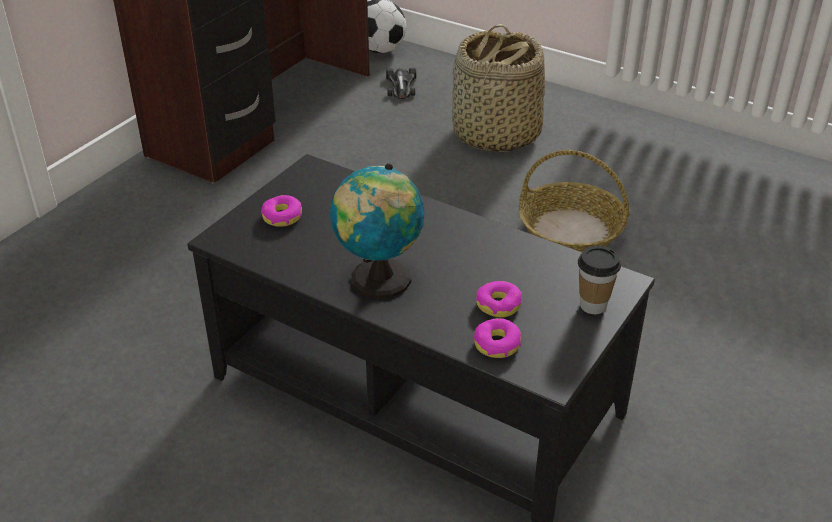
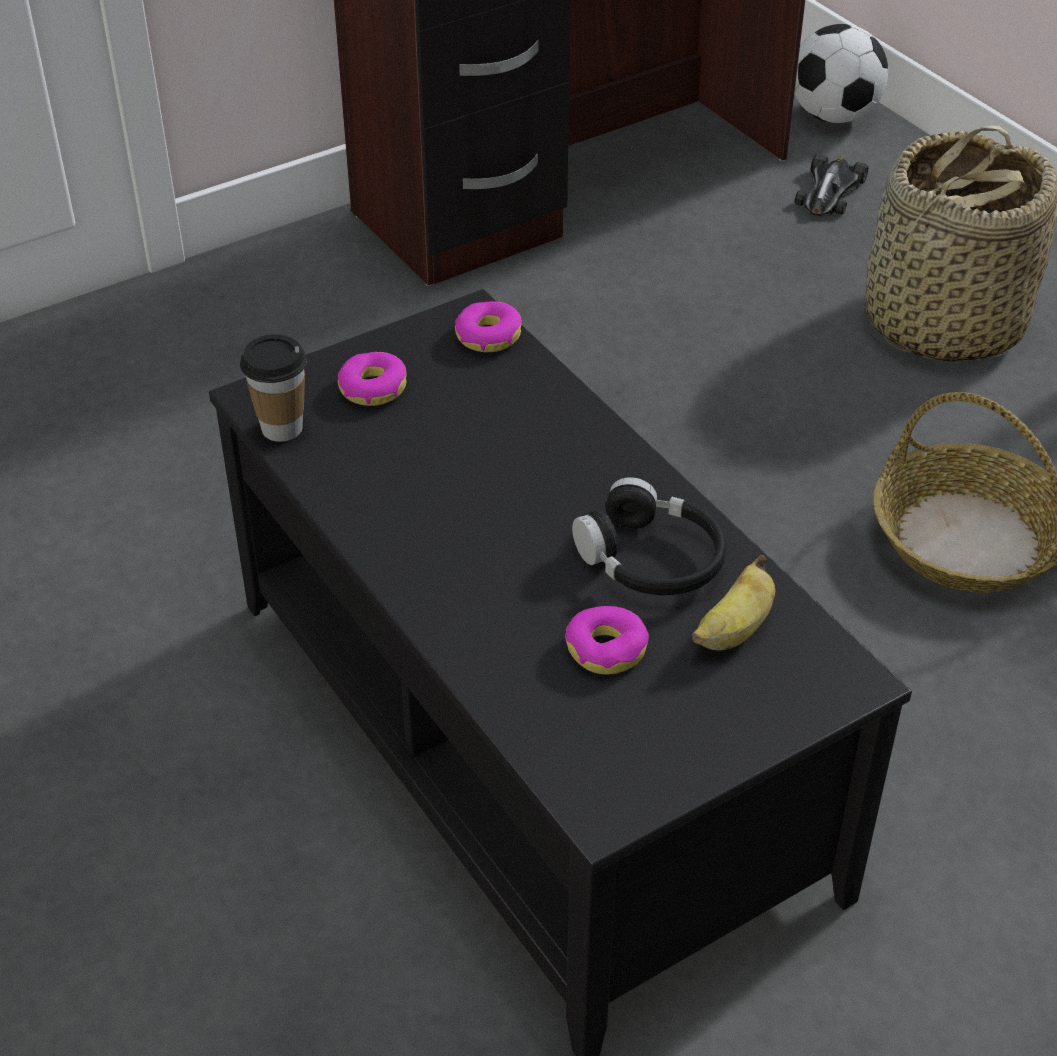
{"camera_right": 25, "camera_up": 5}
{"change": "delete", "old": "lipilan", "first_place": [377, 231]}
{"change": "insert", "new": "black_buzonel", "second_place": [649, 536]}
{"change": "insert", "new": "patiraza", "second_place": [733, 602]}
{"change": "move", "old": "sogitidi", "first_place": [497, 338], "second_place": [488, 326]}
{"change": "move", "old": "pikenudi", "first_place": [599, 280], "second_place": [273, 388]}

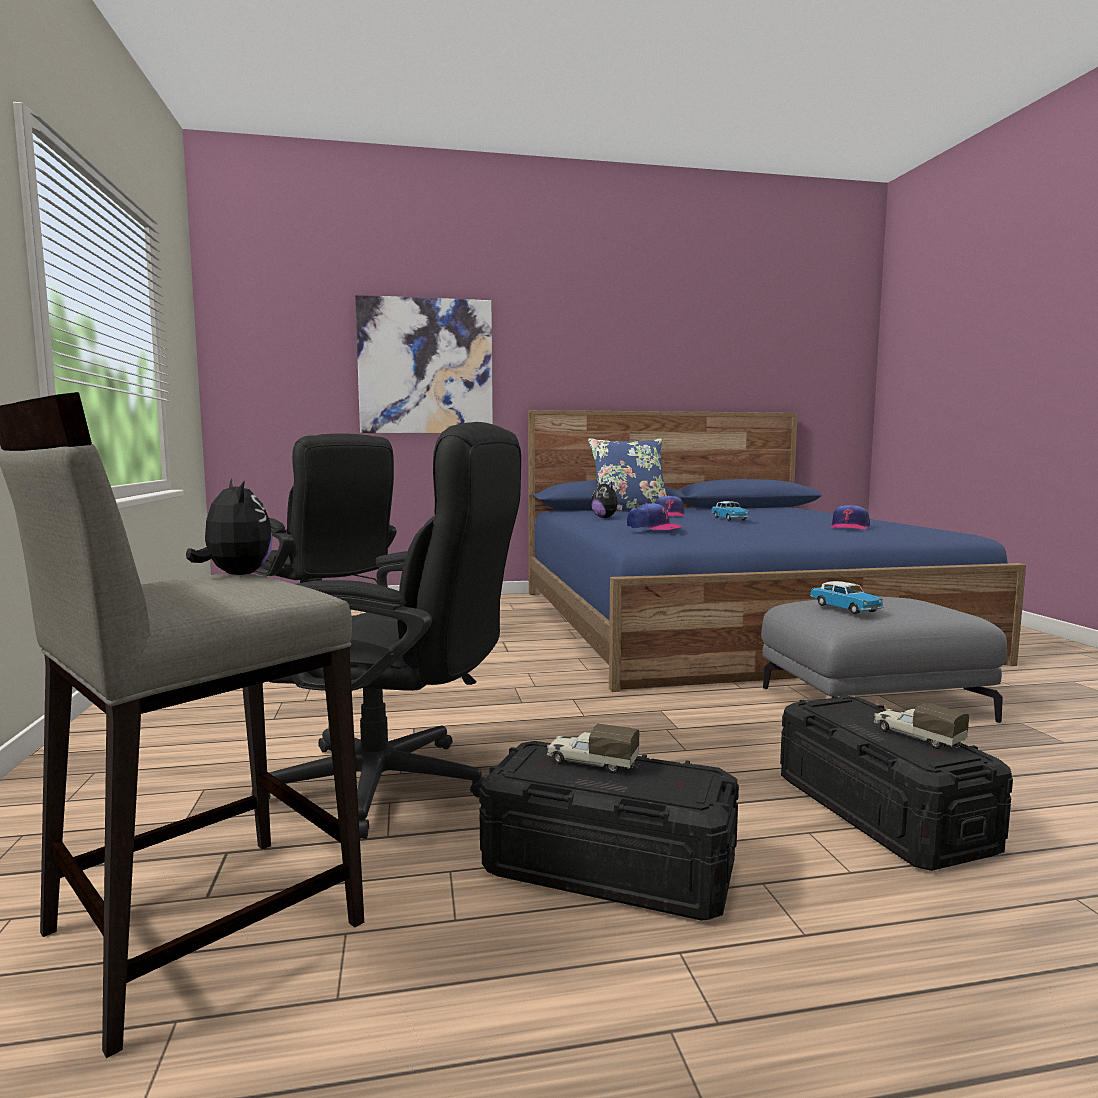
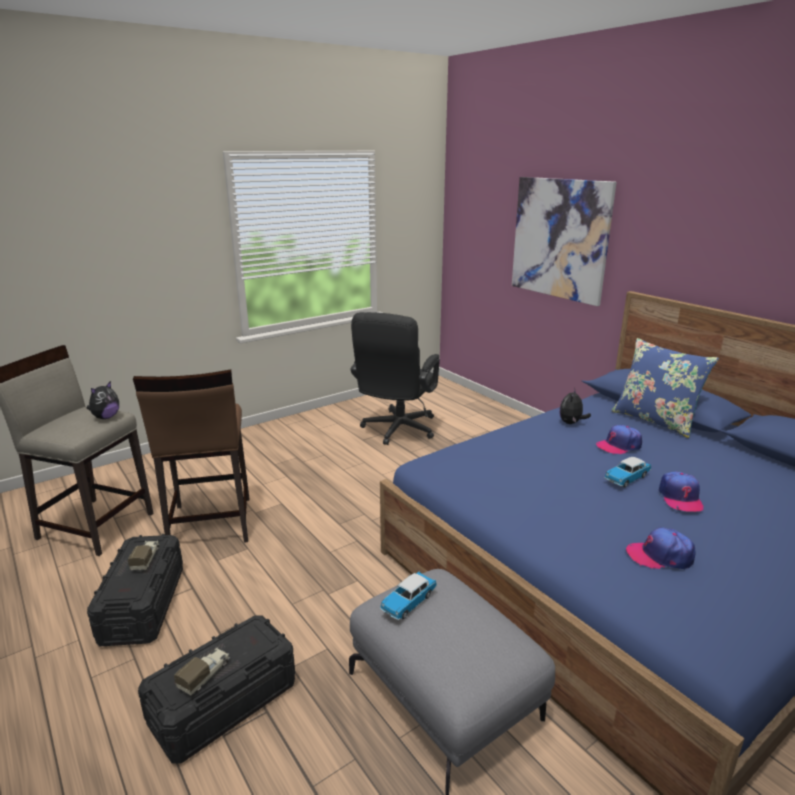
{"camera_right": 65, "camera_up": 15}
{"change": "move", "old": "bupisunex", "first_place": [655, 516], "second_place": [681, 492]}
{"change": "replace", "old": "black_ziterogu", "new": "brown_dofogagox", "first_place": [386, 630], "second_place": [191, 456]}

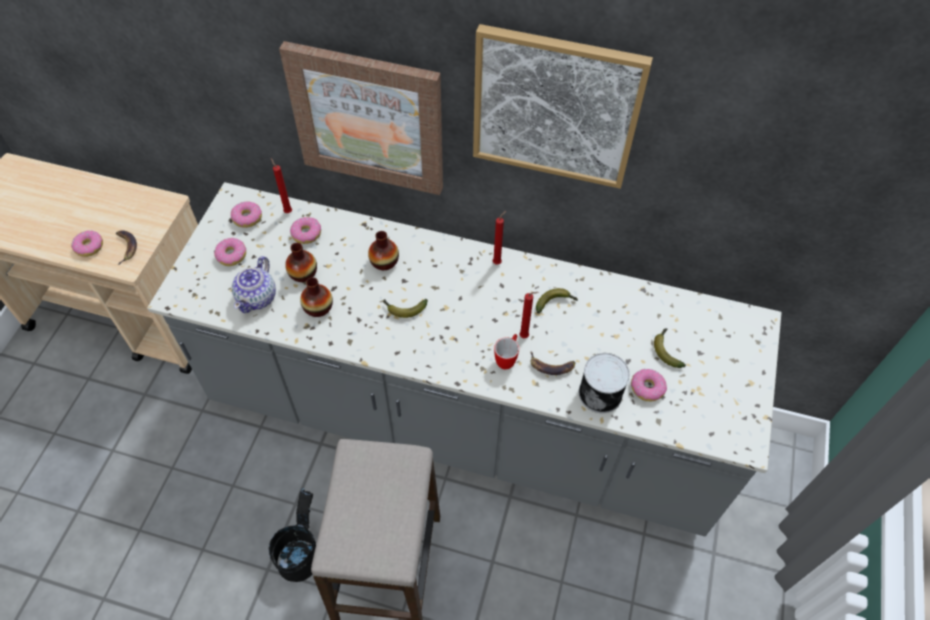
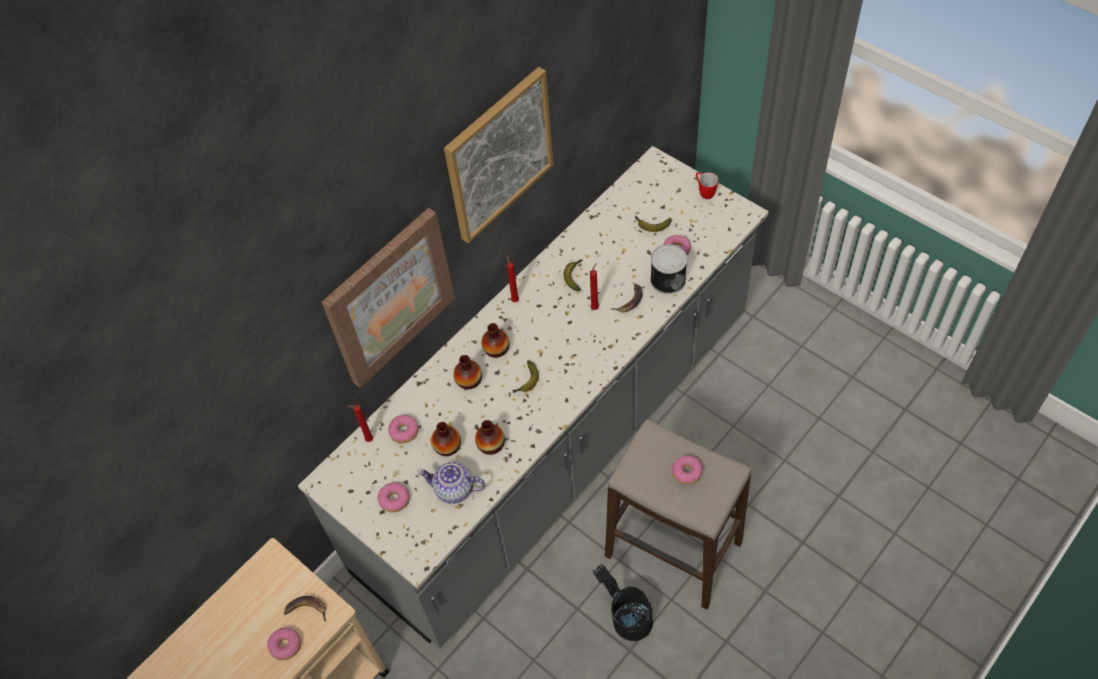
{"camera_right": -60, "camera_up": 0}
{"change": "insert", "new": "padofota", "second_place": [495, 340]}
{"change": "move", "old": "sogitidi", "first_place": [246, 215], "second_place": [687, 469]}
{"change": "move", "old": "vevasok", "first_place": [506, 351], "second_place": [707, 185]}
{"change": "rotate", "old": "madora", "first_place": [254, 284], "second_place": [451, 483], "degrees": 150}

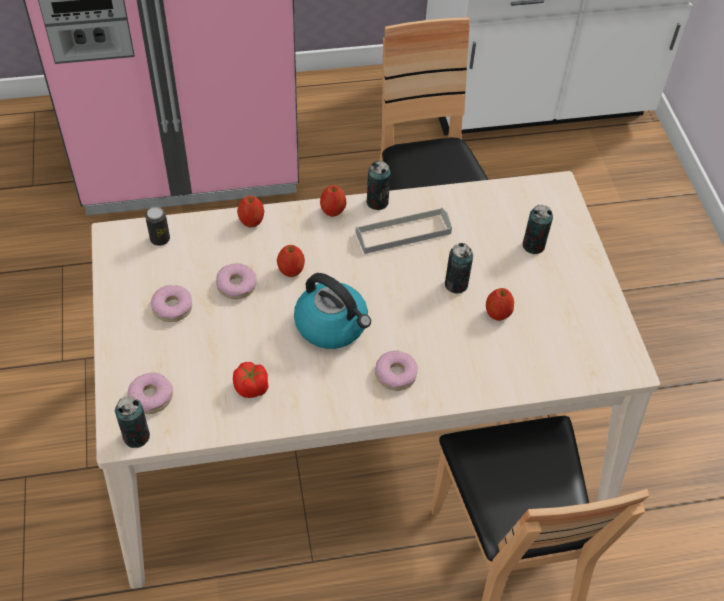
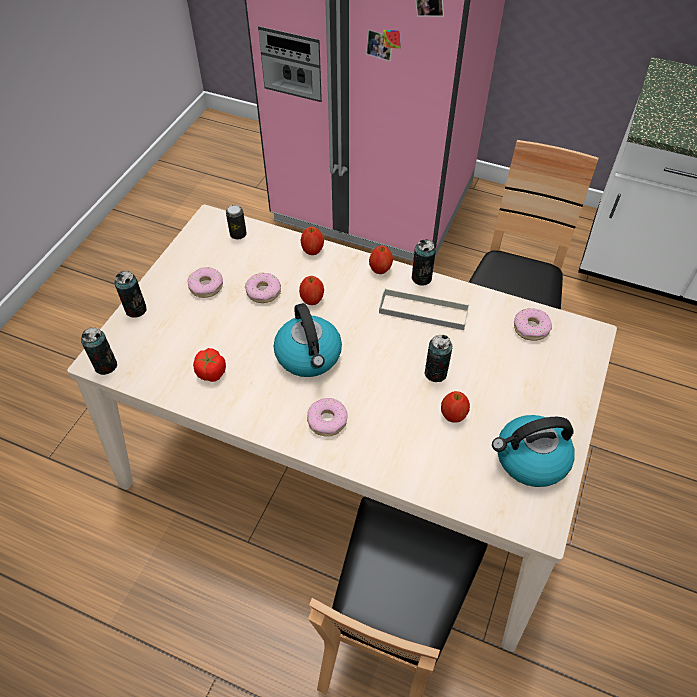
{"camera_right": 35, "camera_up": 0}
{"change": "insert", "new": "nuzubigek", "second_place": [533, 451]}
{"change": "move", "old": "sogitidi", "first_place": [150, 393], "second_place": [533, 324]}
{"change": "move", "old": "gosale", "first_place": [538, 229], "second_place": [130, 294]}

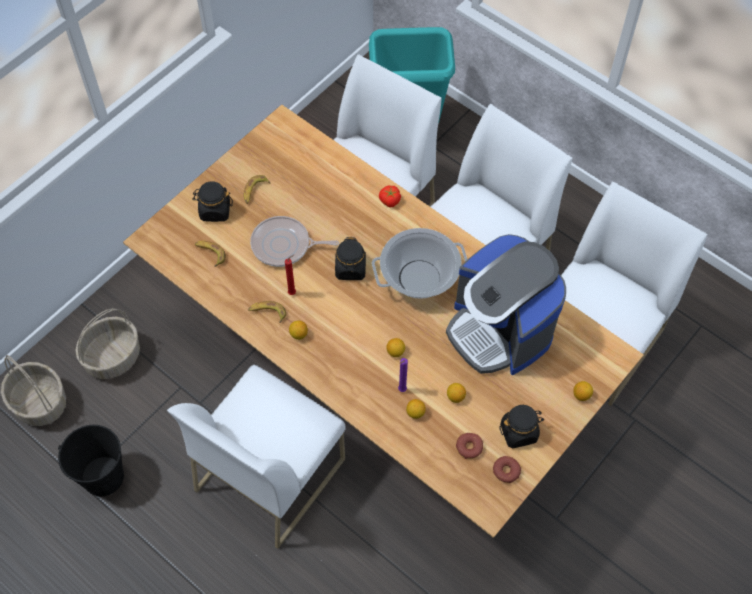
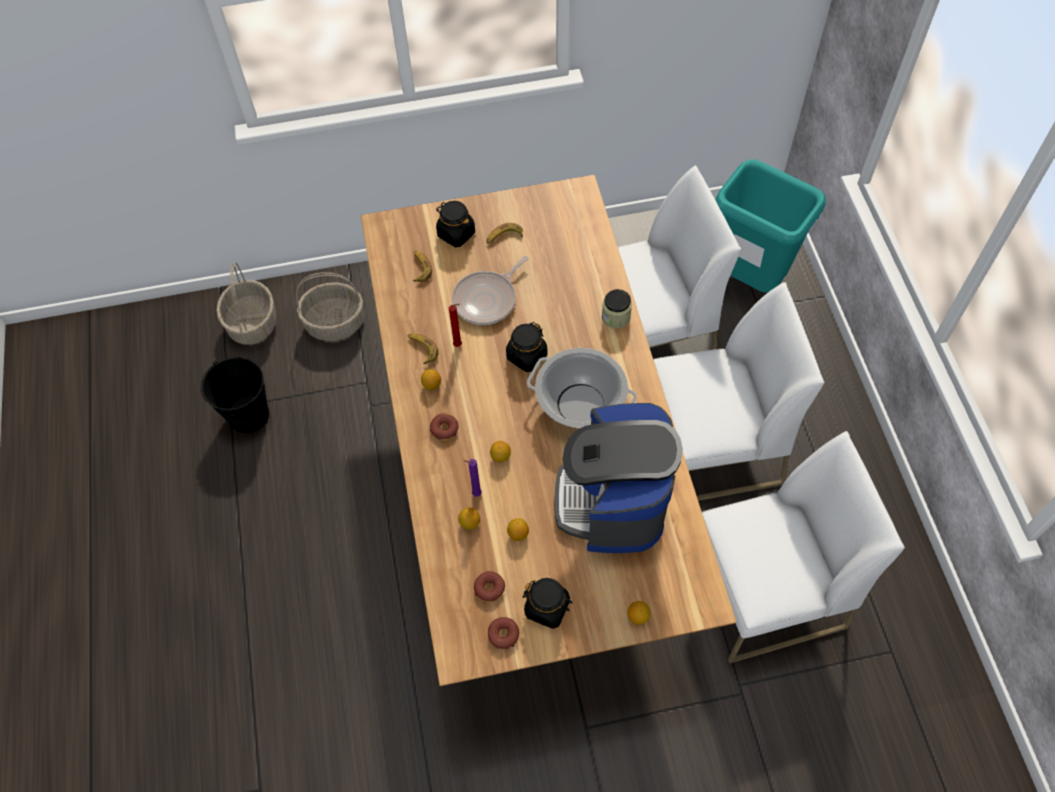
{"camera_right": 40, "camera_up": 0}
{"change": "delete", "old": "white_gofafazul", "first_place": [256, 457]}
{"change": "insert", "new": "sogitidi", "second_place": [444, 426]}
{"change": "replace", "old": "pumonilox", "new": "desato", "first_place": [390, 196], "second_place": [617, 309]}
{"change": "rotate", "old": "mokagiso", "first_place": [294, 241], "second_place": [490, 290], "degrees": -90}

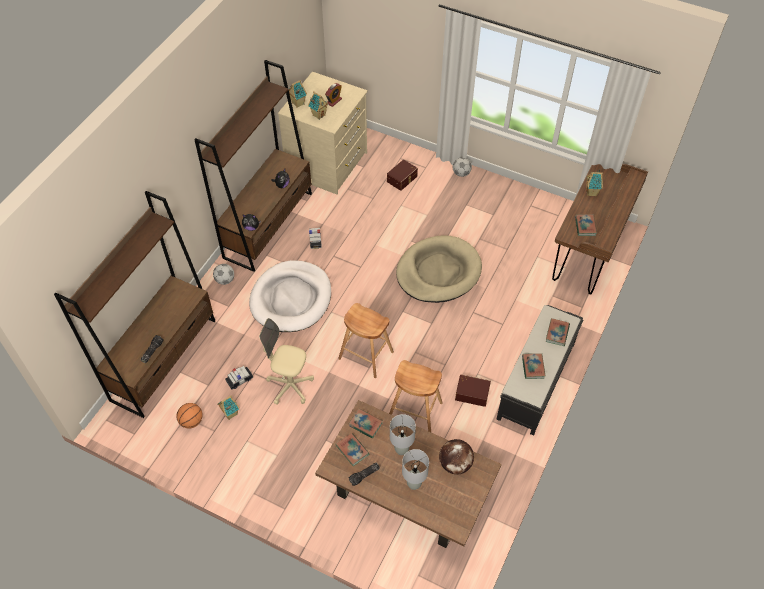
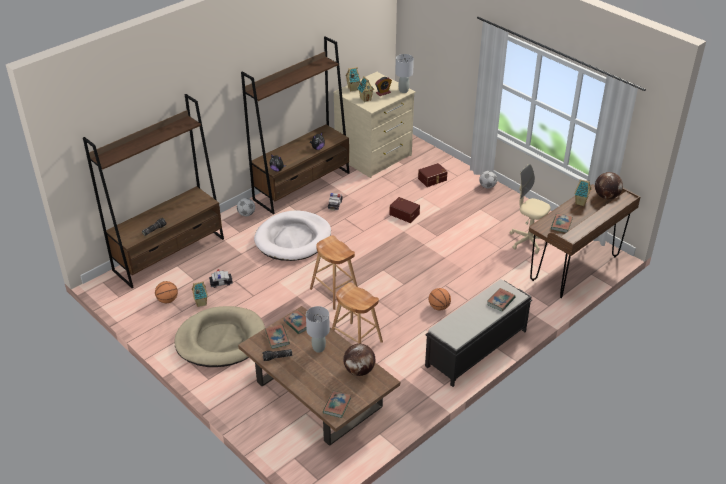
{"camera_right": 20, "camera_up": -15}
{"change": "insert", "new": "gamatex", "second_place": [440, 299]}
{"change": "insert", "new": "lipilan", "second_place": [609, 185]}
{"change": "move", "old": "beige_ziterogu", "first_place": [286, 361], "second_place": [530, 209]}
{"change": "move", "old": "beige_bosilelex", "first_place": [439, 269], "second_place": [219, 336]}
{"change": "move", "old": "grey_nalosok", "first_place": [415, 469], "second_place": [404, 73]}
{"change": "move", "old": "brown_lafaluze", "first_place": [473, 391], "second_place": [404, 210]}
{"change": "move", "old": "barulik", "first_place": [534, 366], "second_place": [337, 404]}

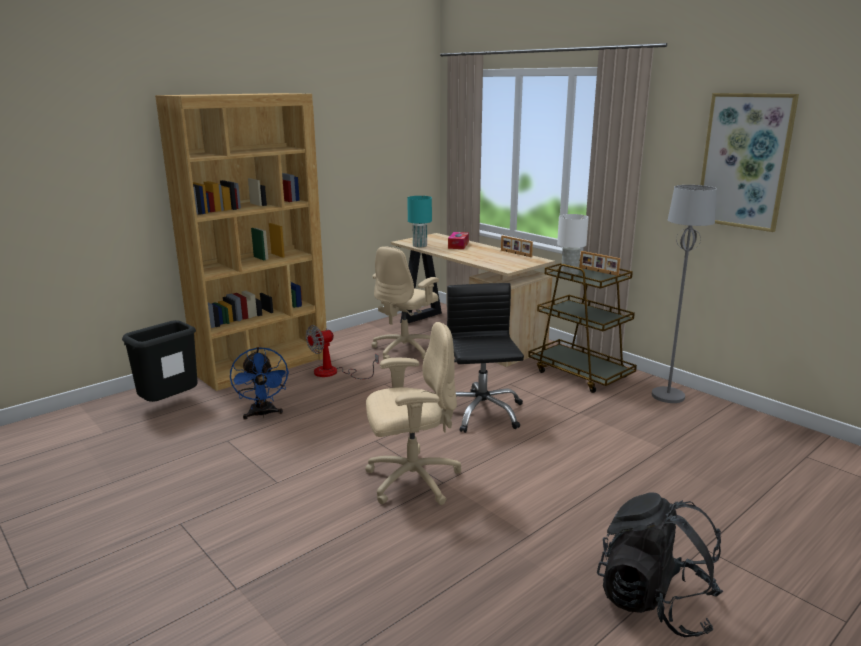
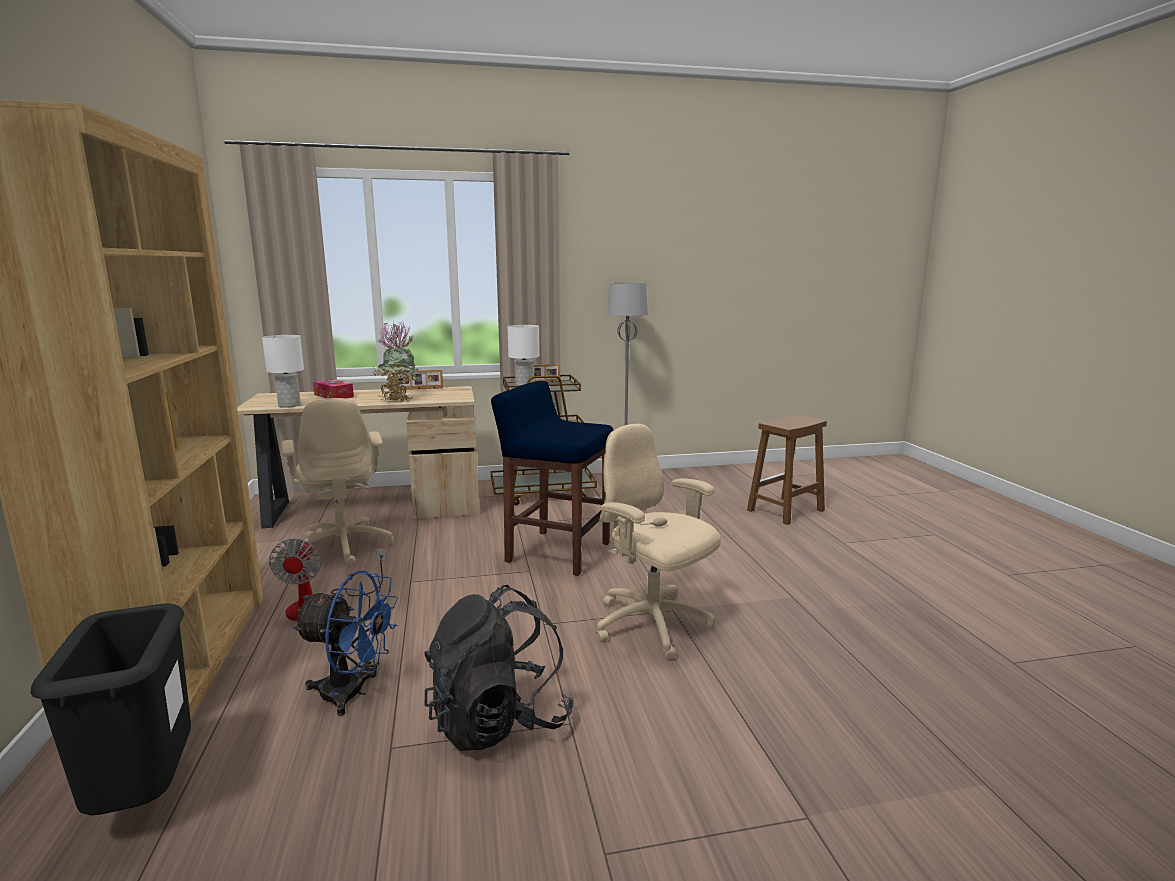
{"camera_right": -60, "camera_up": -5}
{"change": "delete", "old": "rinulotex", "first_place": [750, 162]}
{"change": "insert", "new": "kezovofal", "second_place": [396, 361]}
{"change": "insert", "new": "brown_dofogagox", "second_place": [787, 470]}
{"change": "move", "old": "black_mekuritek", "first_place": [660, 564], "second_place": [499, 668]}
{"change": "replace", "old": "black_ziterogu", "new": "blue_dofogagox", "first_place": [485, 358], "second_place": [552, 478]}
{"change": "recolor", "old": "turquoise_nalosok", "new": "white_nalosok", "first_place": [419, 221], "second_place": [283, 371]}
{"change": "rotate", "old": "beige_ziterogu", "first_place": [413, 413], "second_place": [658, 542], "degrees": -60}

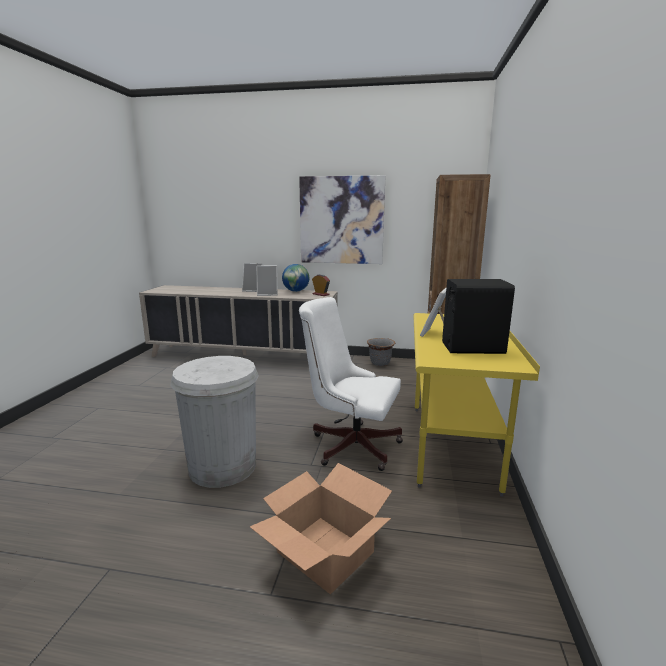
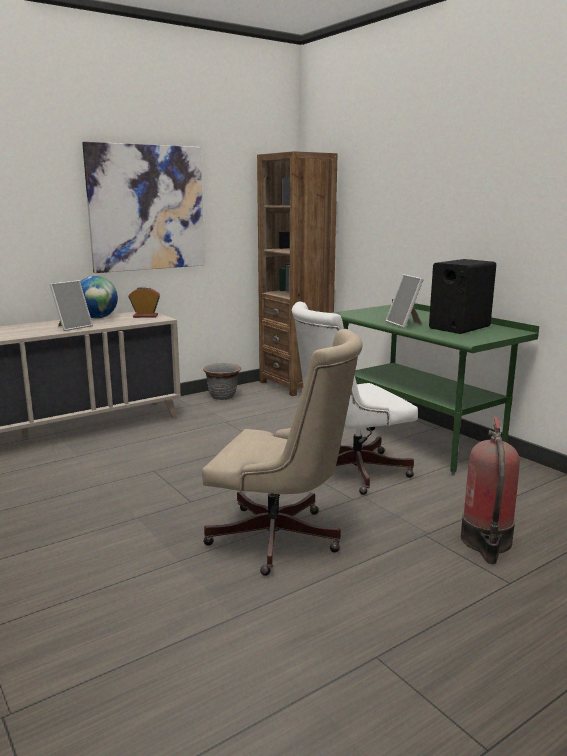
{"camera_right": -45, "camera_up": 0}
{"change": "delete", "old": "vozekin", "first_place": [252, 277]}
{"change": "replace", "old": "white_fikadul", "new": "beige_ziterogu", "first_place": [214, 422], "second_place": [282, 452]}
{"change": "replace", "old": "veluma", "new": "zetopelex", "first_place": [321, 528], "second_place": [490, 490]}
{"change": "recolor", "old": "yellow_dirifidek", "new": "green_dirifidek", "first_place": [476, 405], "second_place": [436, 387]}

